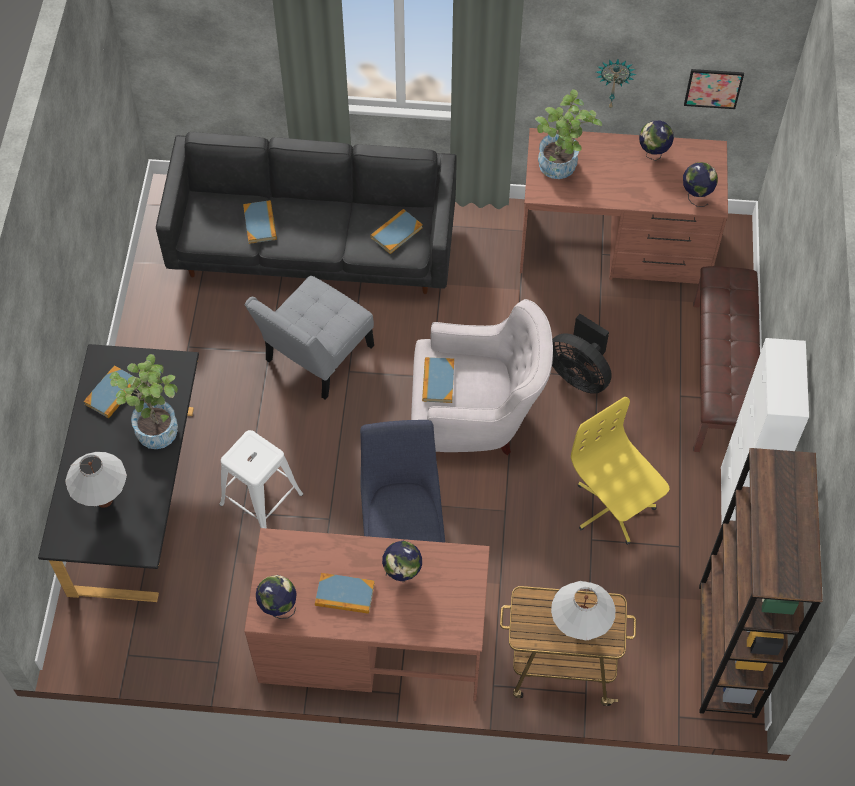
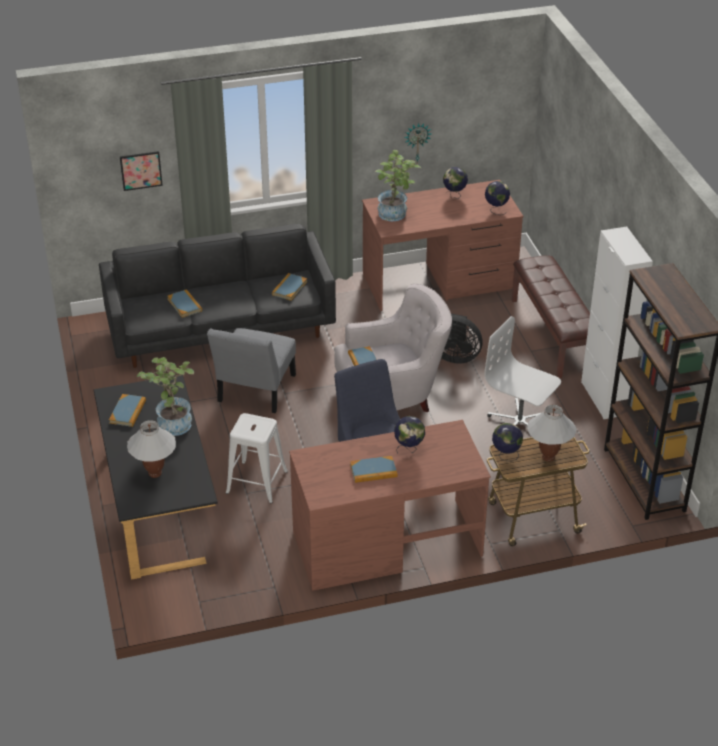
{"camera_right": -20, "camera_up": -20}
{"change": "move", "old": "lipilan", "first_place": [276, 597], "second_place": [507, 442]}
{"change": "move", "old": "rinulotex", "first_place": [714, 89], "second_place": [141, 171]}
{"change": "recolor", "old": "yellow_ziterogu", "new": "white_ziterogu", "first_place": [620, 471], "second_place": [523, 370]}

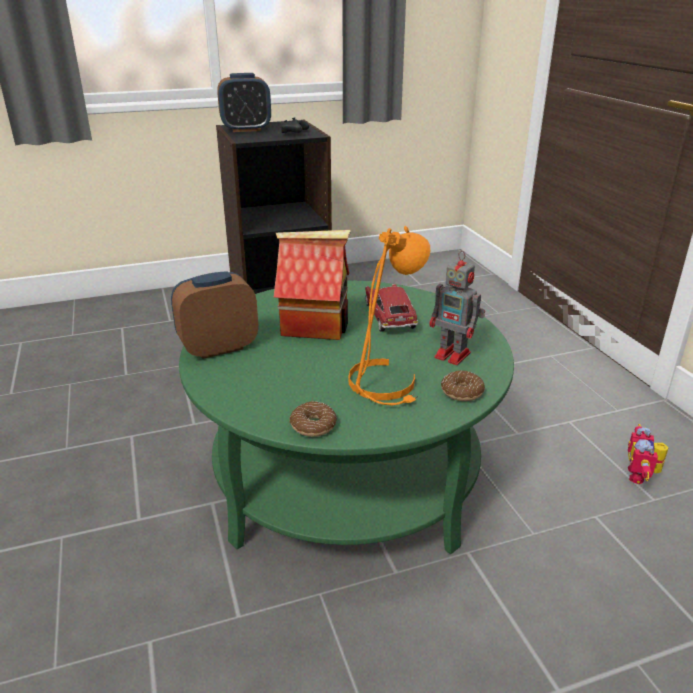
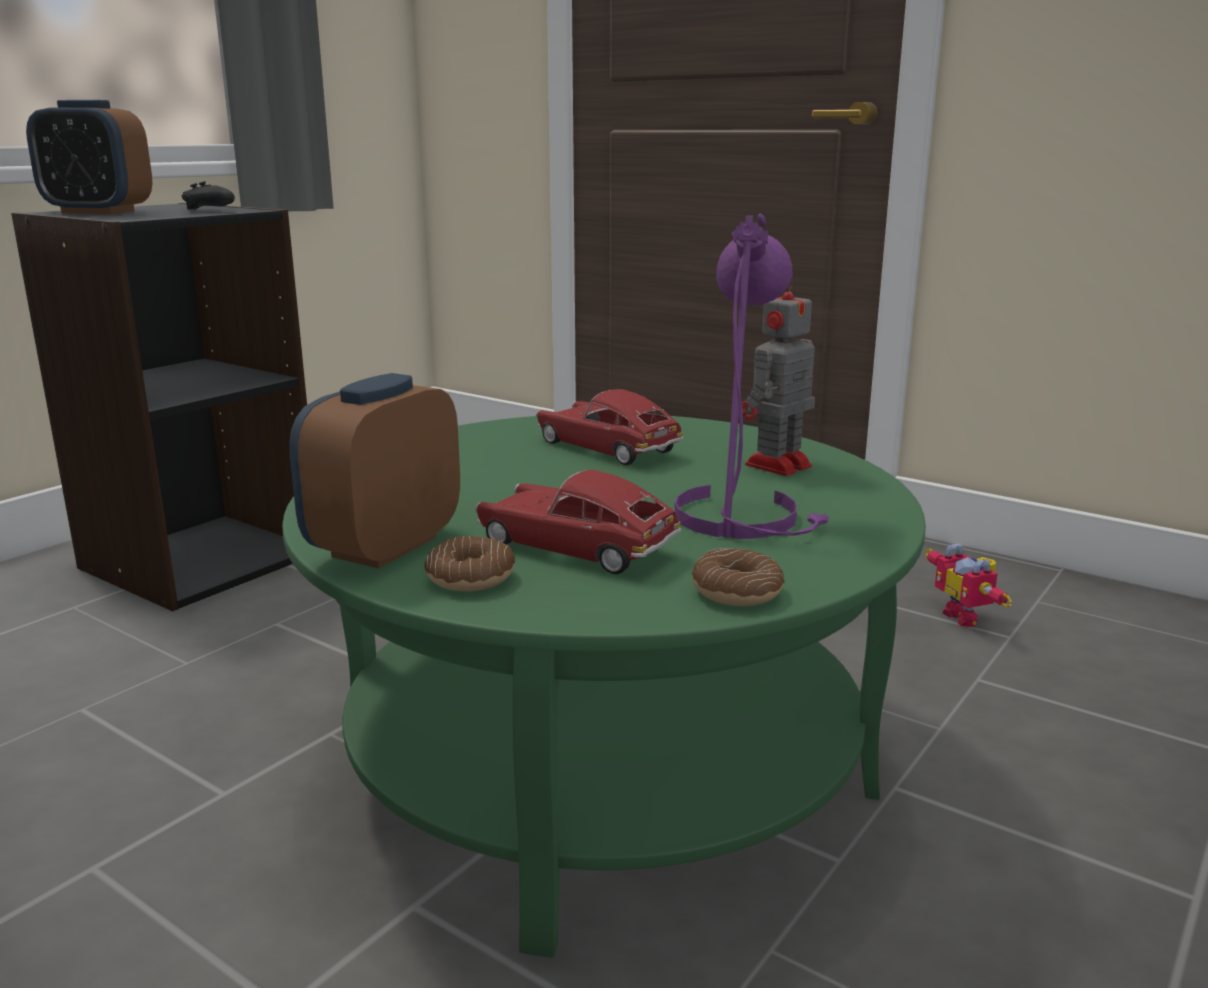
{"camera_right": -35, "camera_up": -10}
{"change": "delete", "old": "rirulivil", "first_place": [312, 285]}
{"change": "insert", "new": "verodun", "second_place": [578, 522]}
{"change": "move", "old": "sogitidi", "first_place": [463, 385], "second_place": [469, 563]}
{"change": "recolor", "old": "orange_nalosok", "new": "purple_nalosok", "first_place": [389, 315], "second_place": [751, 376]}
{"change": "rotate", "old": "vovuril", "first_place": [244, 102], "second_place": [89, 157], "degrees": 60}
{"change": "rotate", "old": "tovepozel", "first_place": [457, 308], "second_place": [778, 377], "degrees": 135}

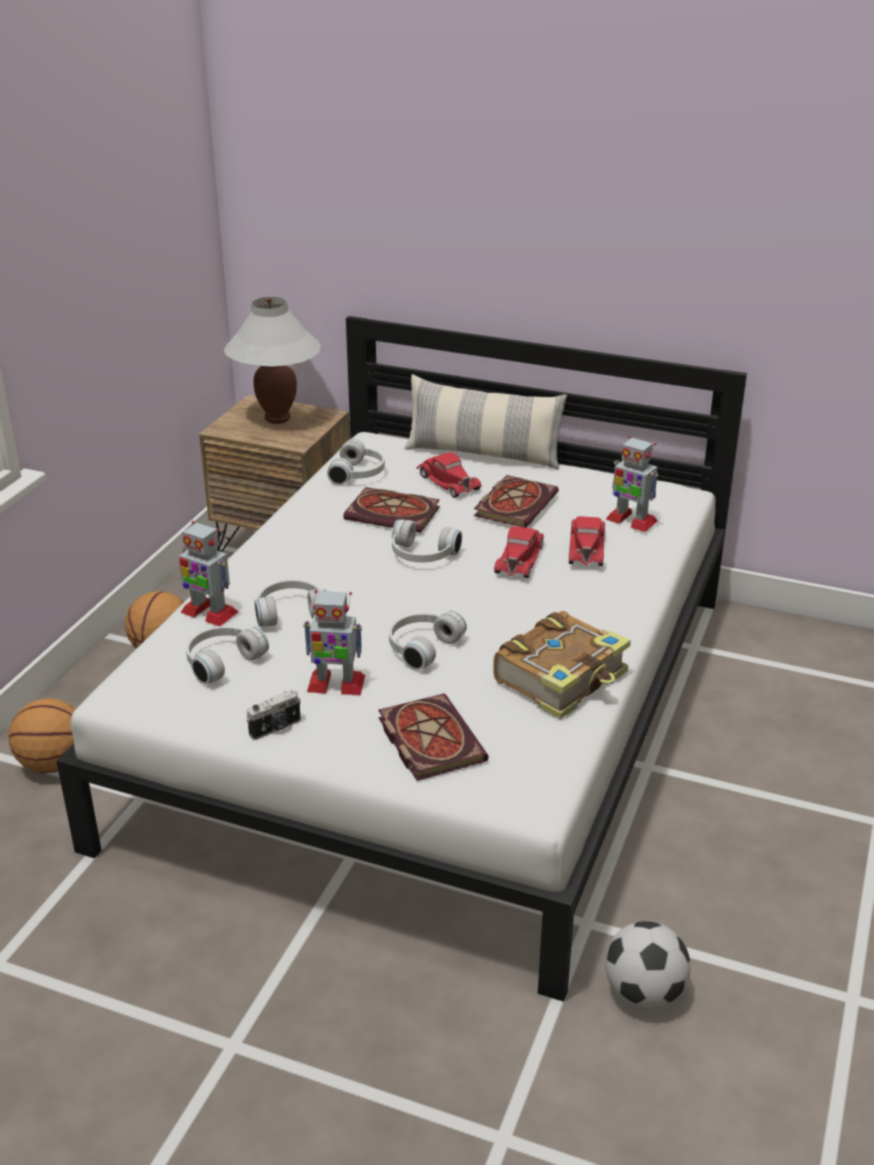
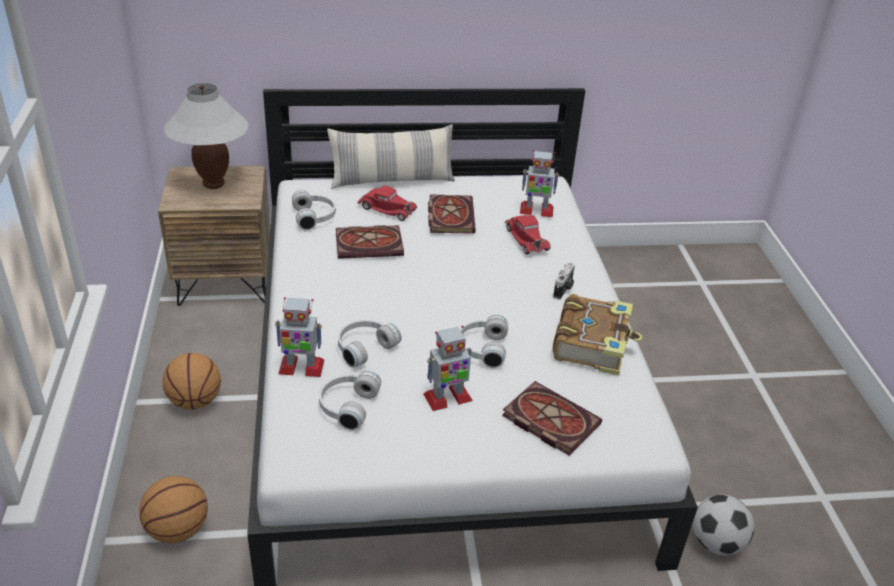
{"camera_right": -30, "camera_up": 5}
{"change": "delete", "old": "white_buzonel", "first_place": [427, 540]}
{"change": "delete", "old": "red_verodun", "first_place": [519, 552]}
{"change": "move", "old": "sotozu", "first_place": [274, 715], "second_place": [564, 281]}

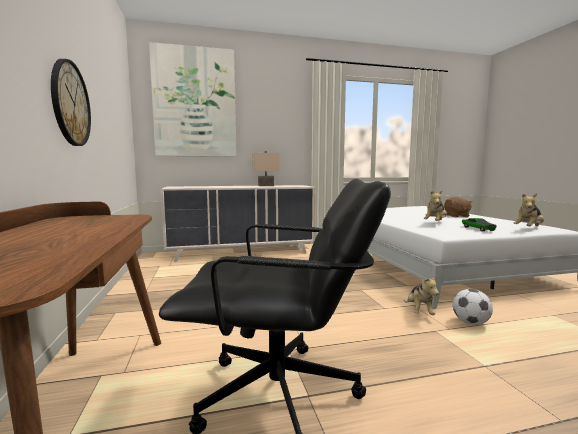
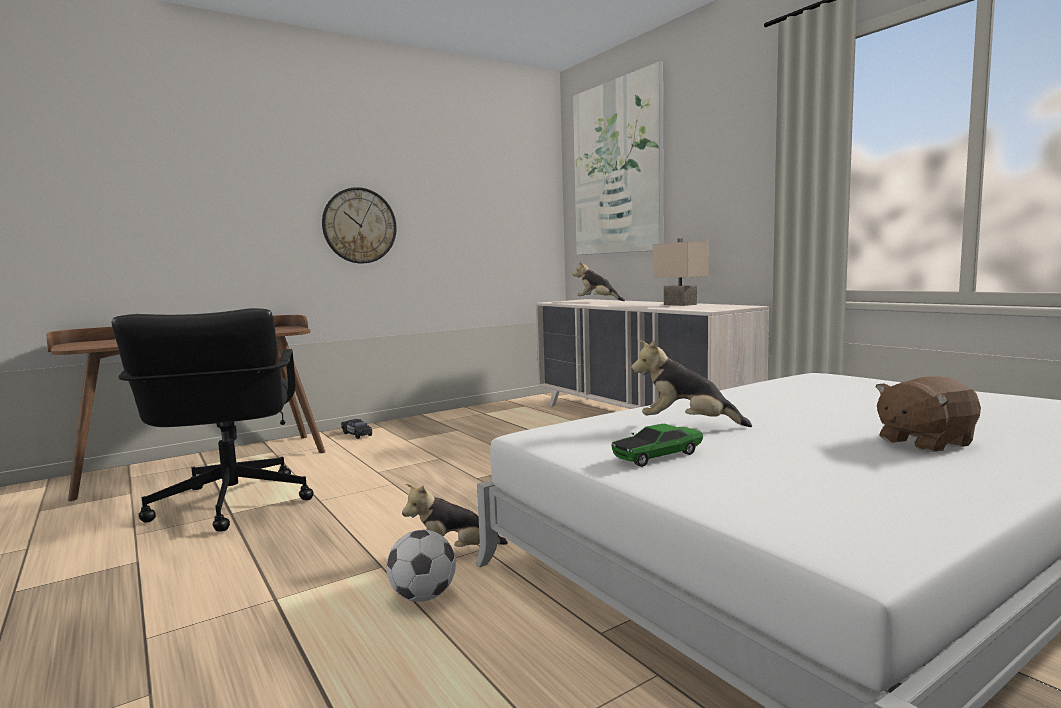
{"camera_right": 70, "camera_up": 0}
{"change": "insert", "new": "black_verodun", "second_place": [356, 429]}
{"change": "move", "old": "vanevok", "first_place": [528, 209], "second_place": [599, 281]}

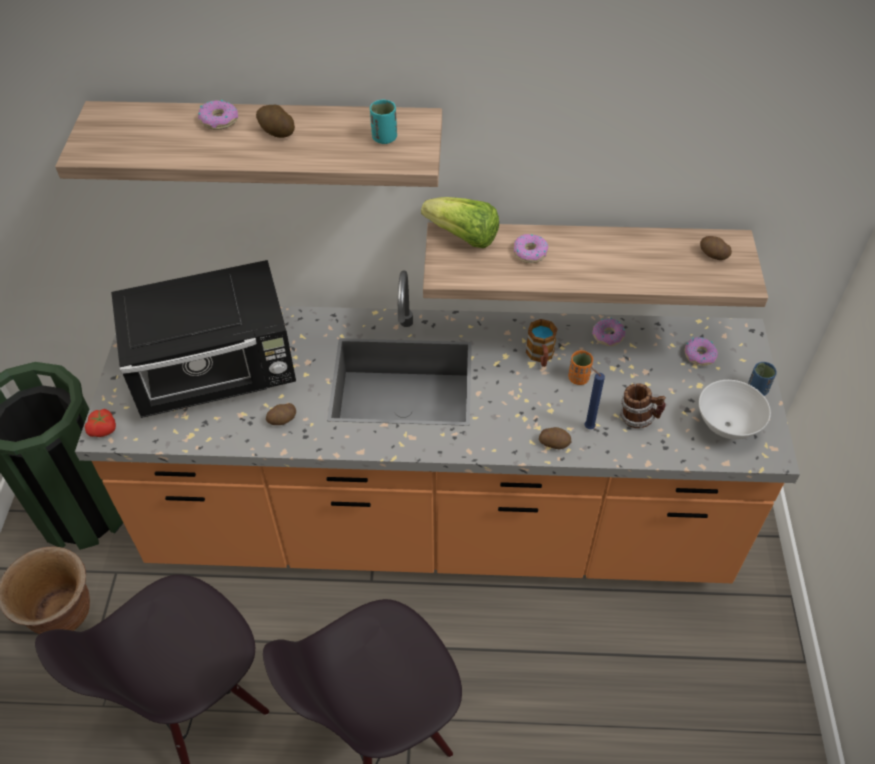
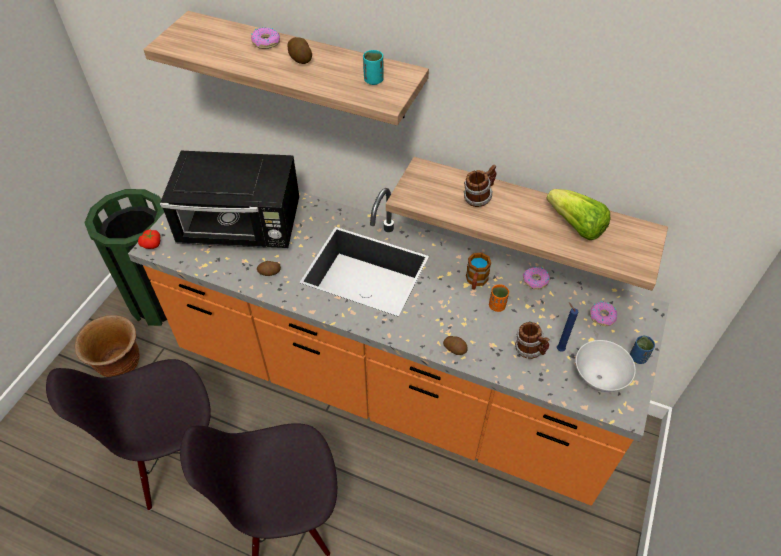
{"camera_right": 20, "camera_up": 0}
{"change": "delete", "old": "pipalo", "first_place": [716, 248]}
{"change": "move", "old": "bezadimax", "first_place": [460, 222], "second_place": [578, 214]}
{"change": "move", "old": "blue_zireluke", "first_place": [594, 398], "second_place": [567, 326]}
{"change": "replace", "old": "sogitidi", "new": "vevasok", "first_place": [531, 248], "second_place": [480, 186]}

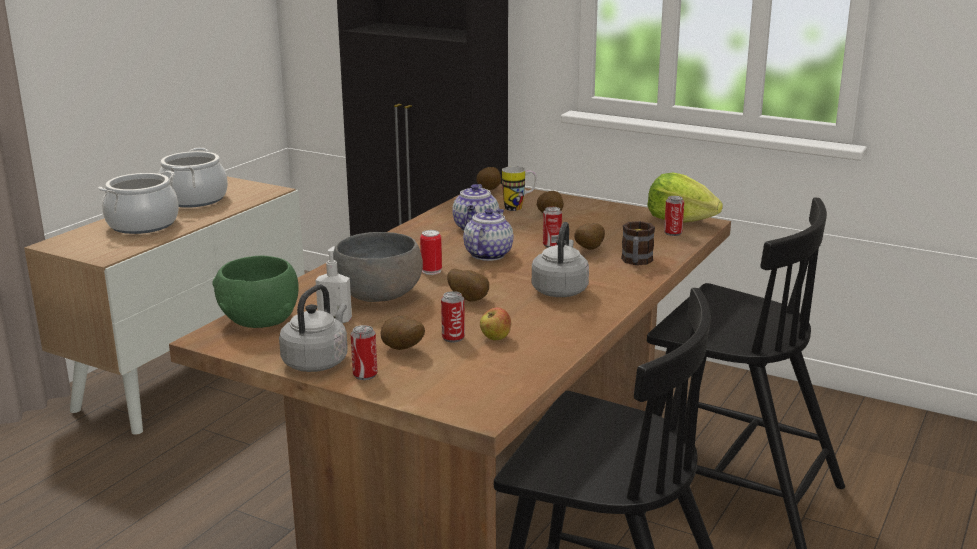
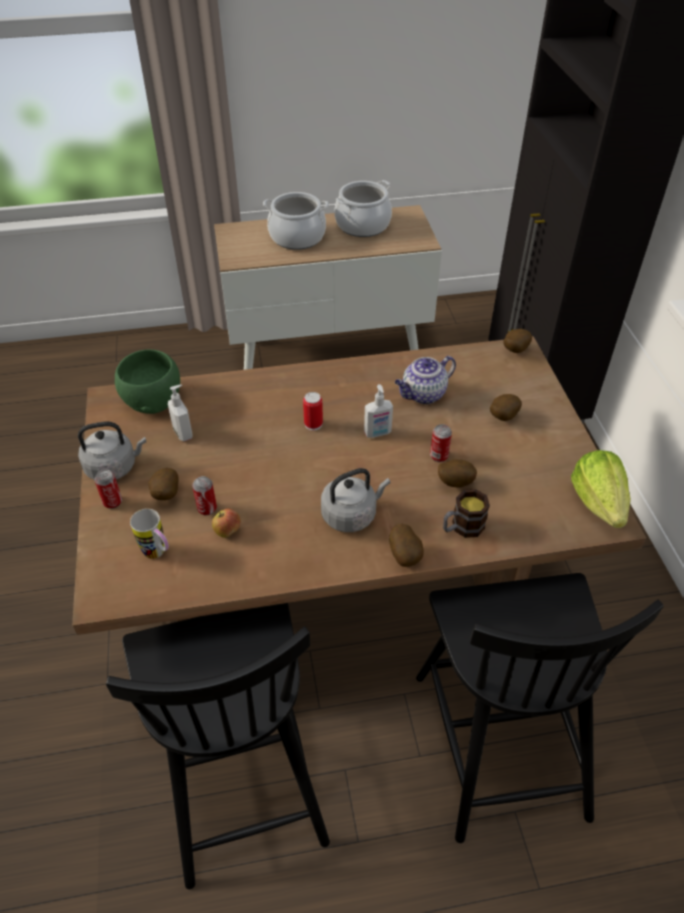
{"camera_right": 50, "camera_up": 25}
{"change": "delete", "old": "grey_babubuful", "first_place": [378, 267]}
{"change": "delete", "old": "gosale", "first_place": [674, 216]}
{"change": "move", "old": "pipalo", "first_place": [468, 285], "second_place": [406, 545]}
{"change": "move", "old": "vevasok", "first_place": [519, 188], "second_place": [149, 534]}
{"change": "replace", "old": "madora", "new": "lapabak", "first_place": [488, 234], "second_place": [378, 411]}

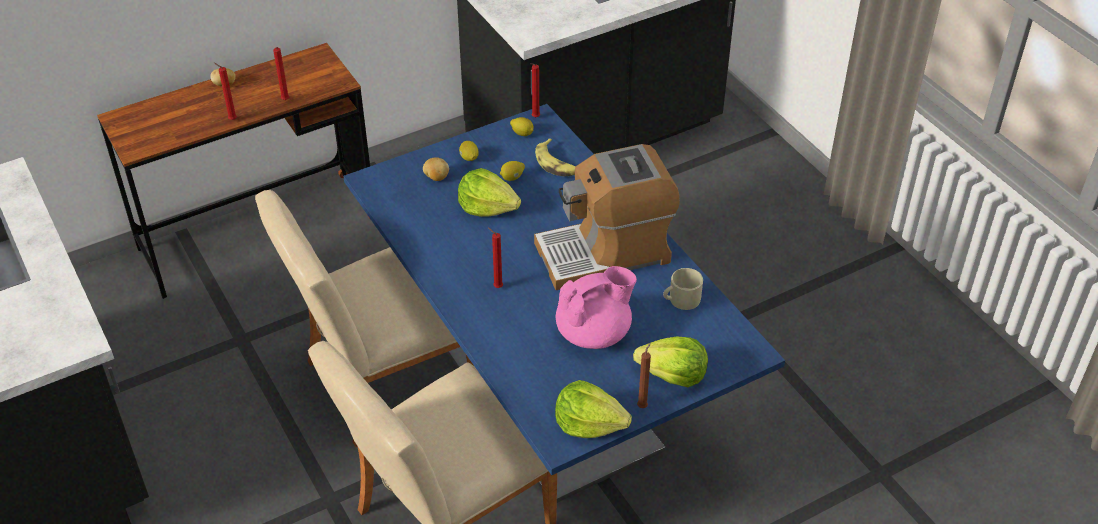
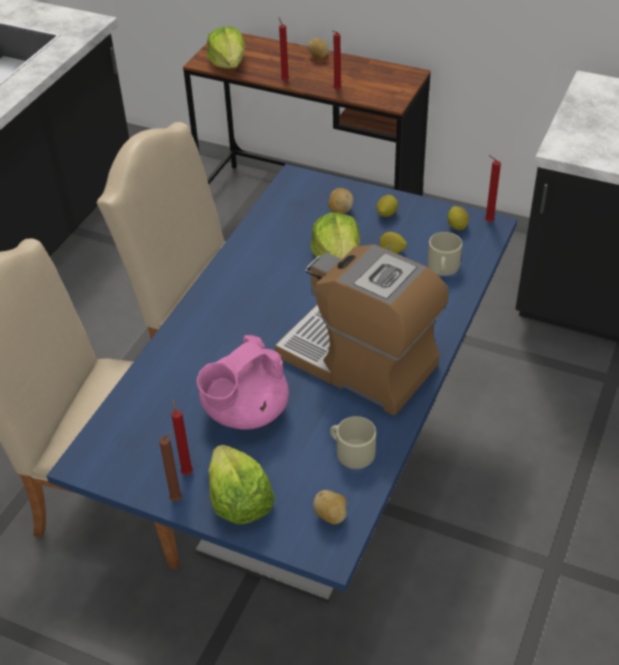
{"camera_right": 55, "camera_up": 0}
{"change": "insert", "new": "pipalo", "second_place": [330, 507]}
{"change": "move", "old": "red_zireluke", "first_place": [495, 258], "second_place": [182, 437]}
{"change": "move", "old": "bezadimax", "first_place": [593, 409], "second_place": [226, 48]}
{"change": "replace", "old": "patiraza", "new": "beige_vevasok", "first_place": [555, 157], "second_place": [445, 253]}
{"change": "rotate", "old": "pink_madora", "first_place": [596, 307], "second_place": [243, 382], "degrees": 105}

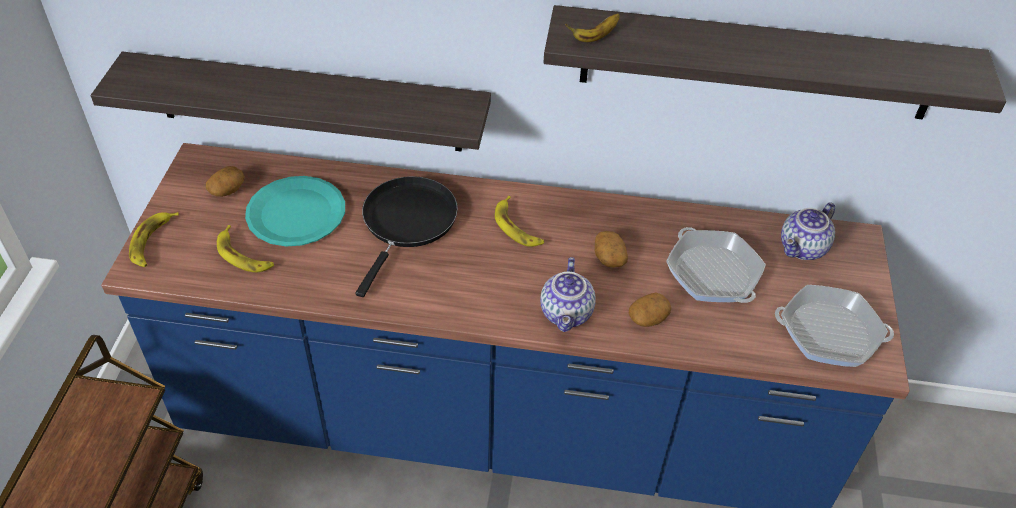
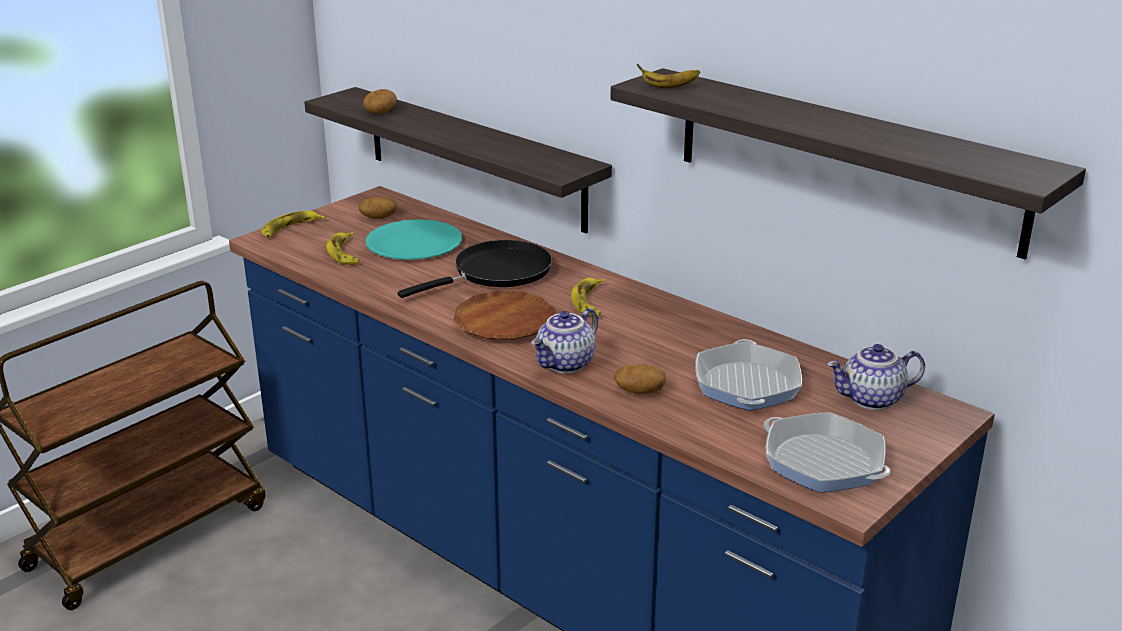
{"camera_right": 35, "camera_up": -20}
{"change": "insert", "new": "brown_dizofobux", "second_place": [504, 315]}
{"change": "move", "old": "pipalo", "first_place": [611, 249], "second_place": [380, 102]}

